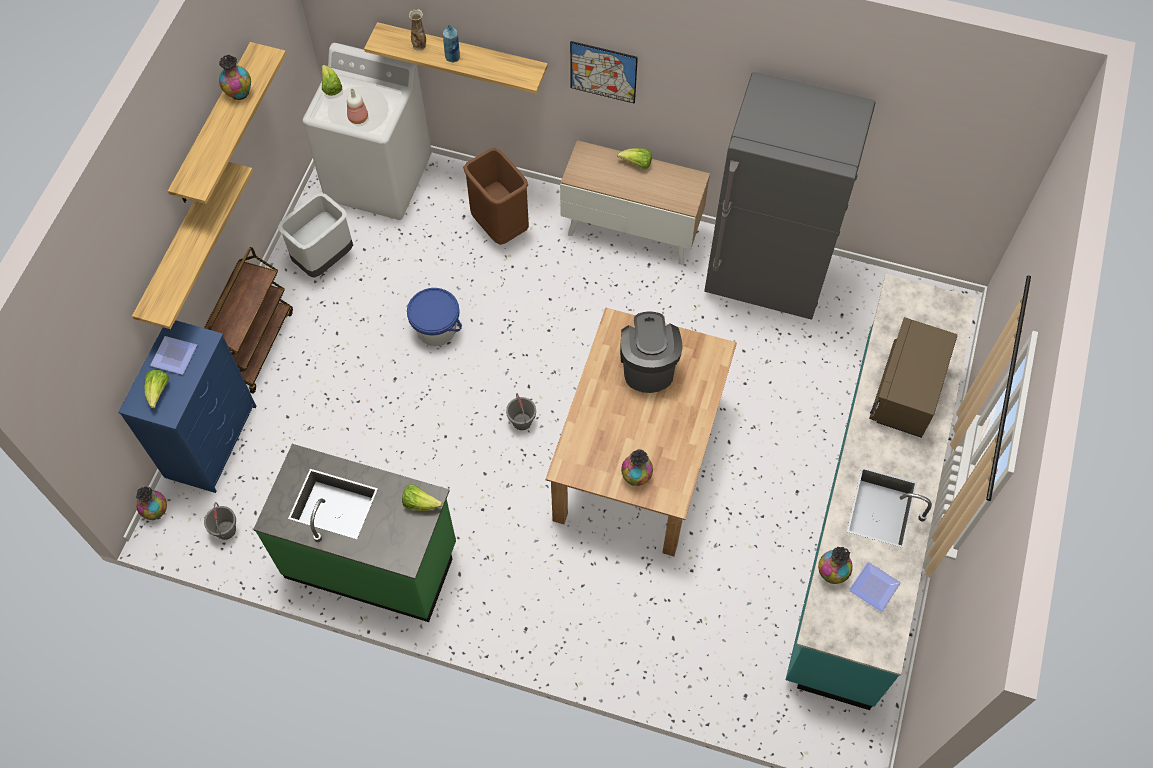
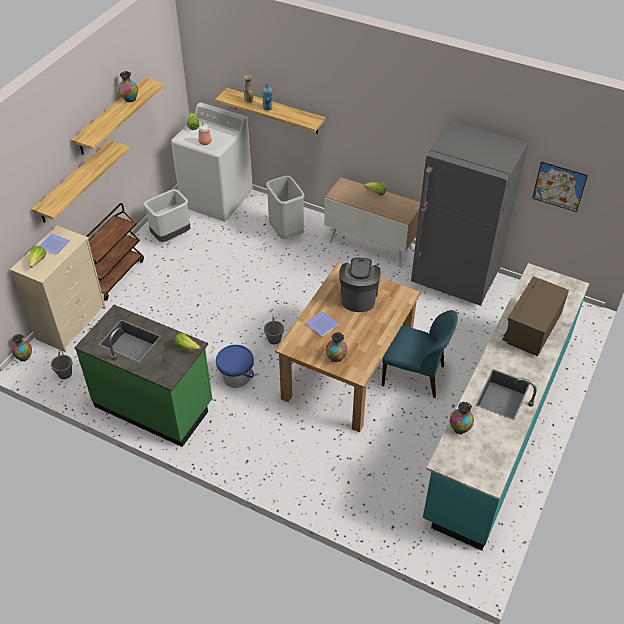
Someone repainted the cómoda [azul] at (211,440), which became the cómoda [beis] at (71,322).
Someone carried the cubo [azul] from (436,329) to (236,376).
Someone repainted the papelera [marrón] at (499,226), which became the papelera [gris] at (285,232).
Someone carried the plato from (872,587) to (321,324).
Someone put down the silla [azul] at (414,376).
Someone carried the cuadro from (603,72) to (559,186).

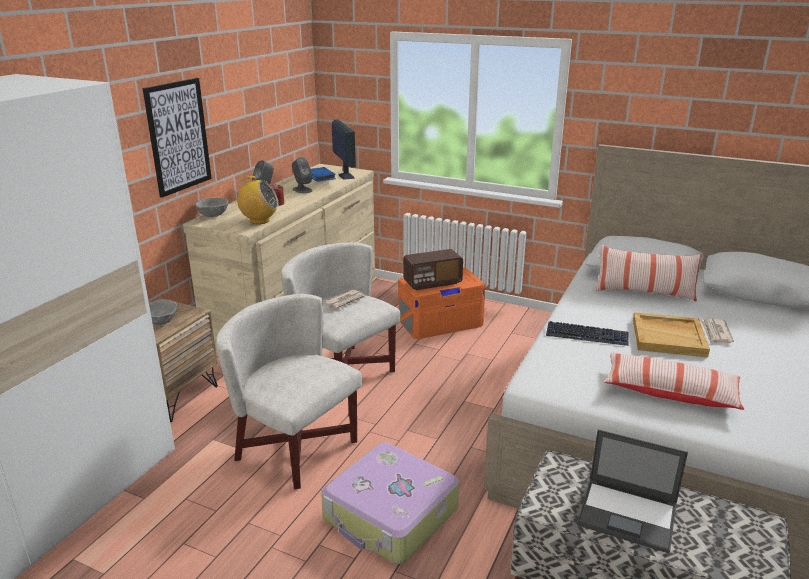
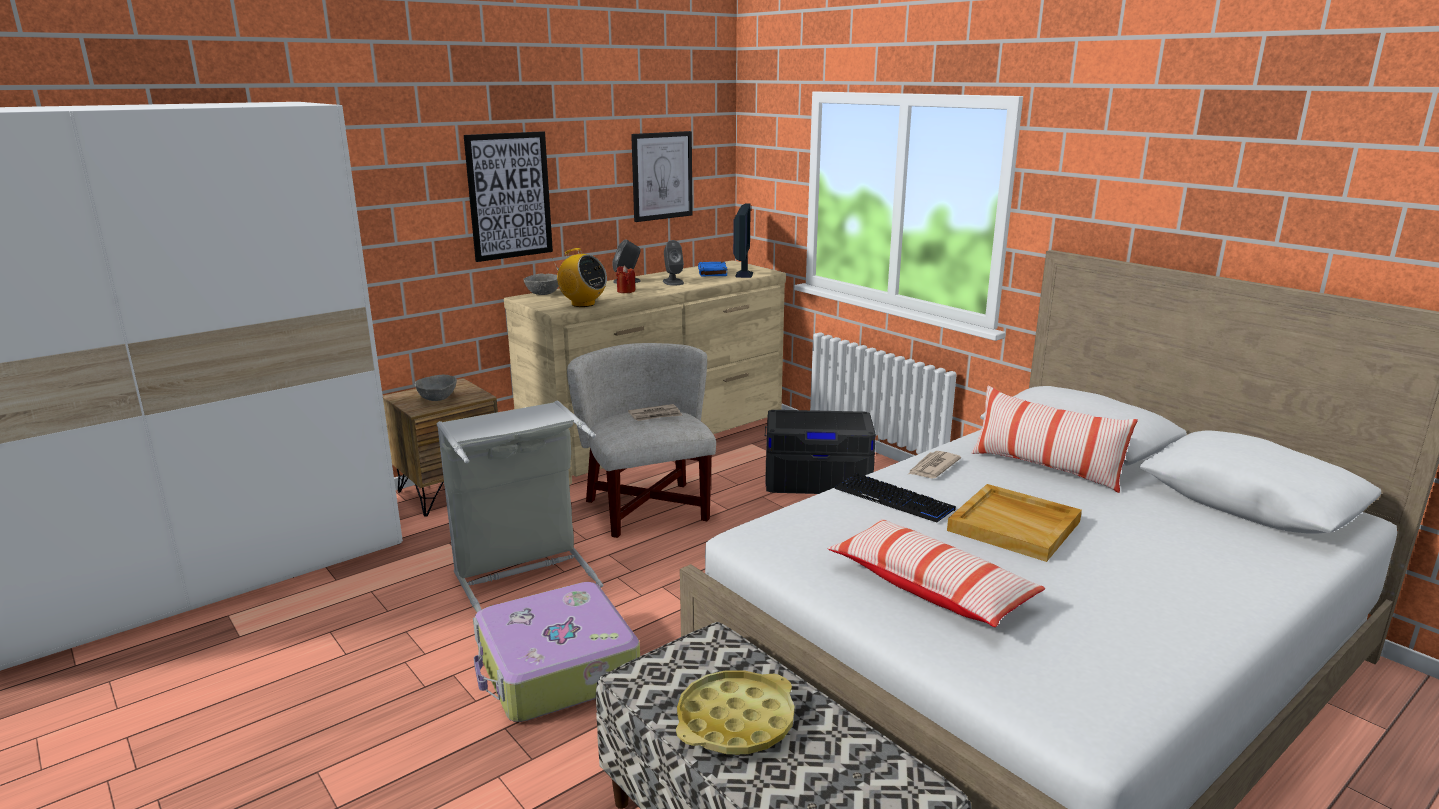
Someone swapped the sillón [blanco] at (297,448) for the cesto de la ropa [gris] at (523,573).
Someone put up the cuadro at (662,176).
Someone swapped the portátil at (628,515) for the bandeja [amarillo] at (735,721).
Someone repainted the caja de almacenaje [naranja] at (440,322), which became the caja de almacenaje [gris] at (817,480).
Someone carried the periódico from (716,333) to (932,467).
Someone took away the radio at (432,283).

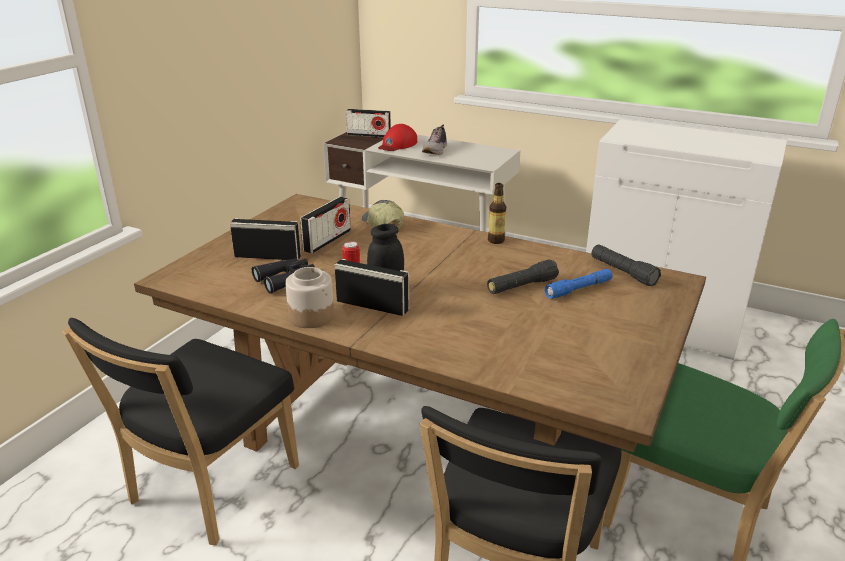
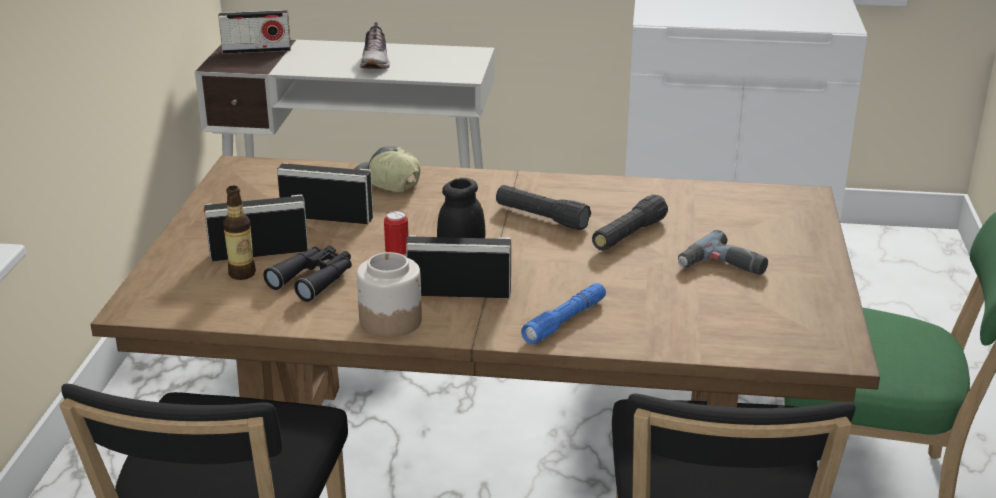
Someone carried the botella from (496,240) to (242,274).
Someone rotated the radio at (327,240) by 90 degrees counterclockwise.
Someone carried the linterna [negro] from (623,272) to (541,218).
Someone carried the linterna [azul] from (579,289) to (565,321).
Someone put down the taladro at (722,267).
Someone took away the gorra [rojo] at (397,144).

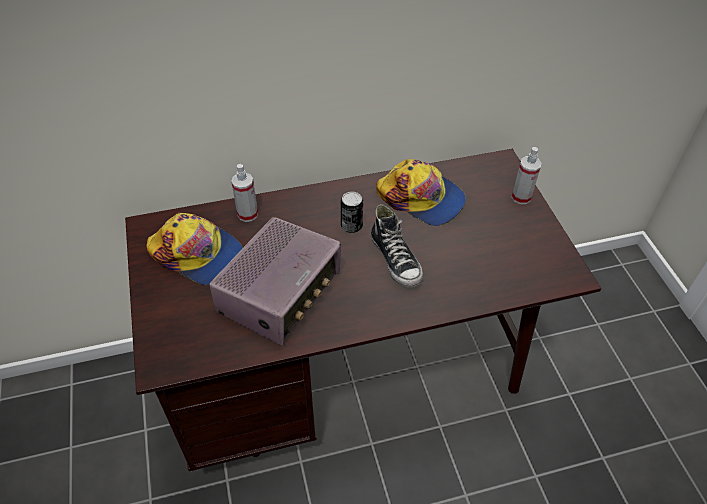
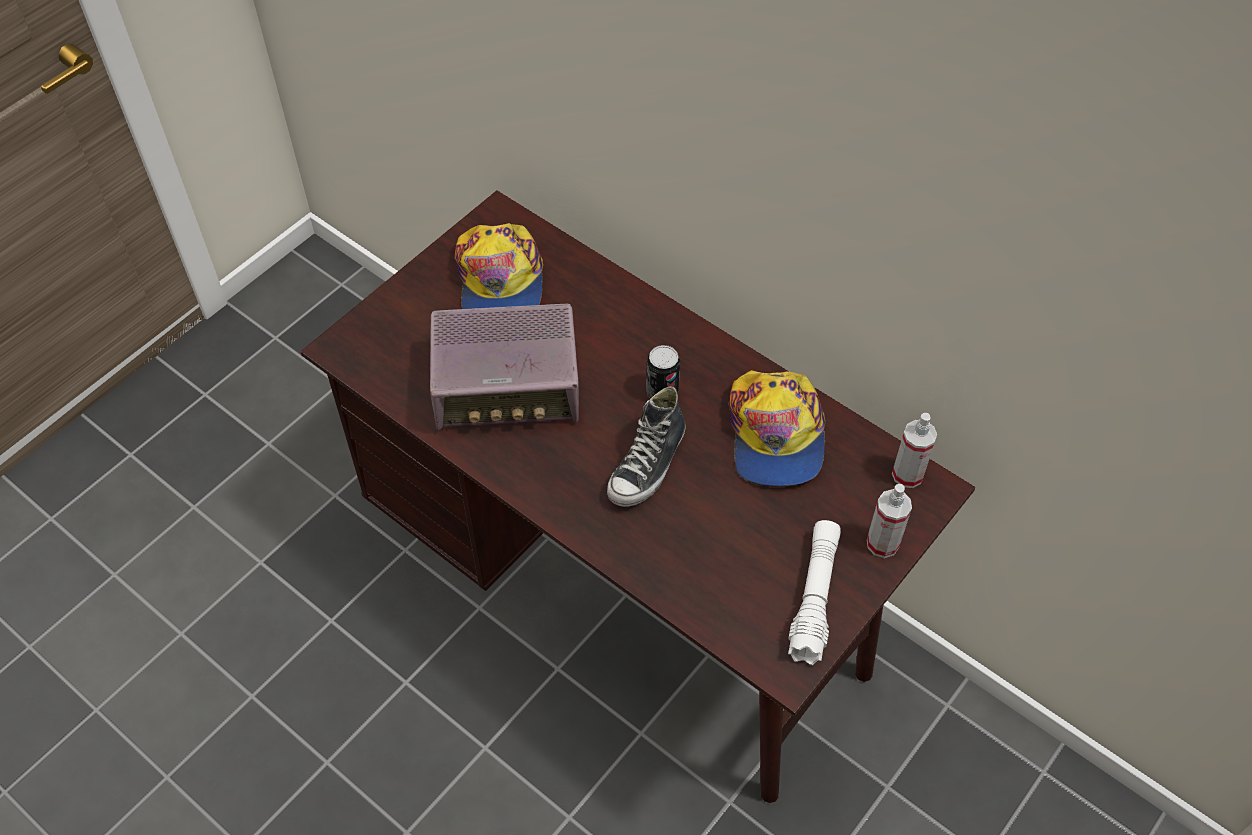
Someone put down the linterna [blanco] at (814,597).
Someone carried the pulverizador from (247,214) to (907,475).

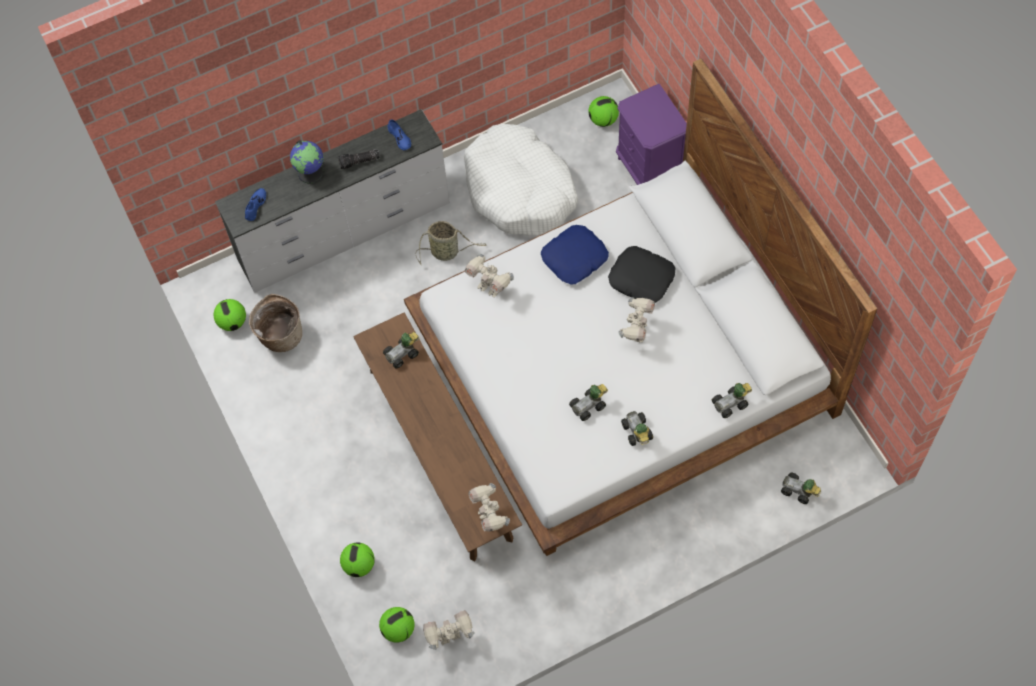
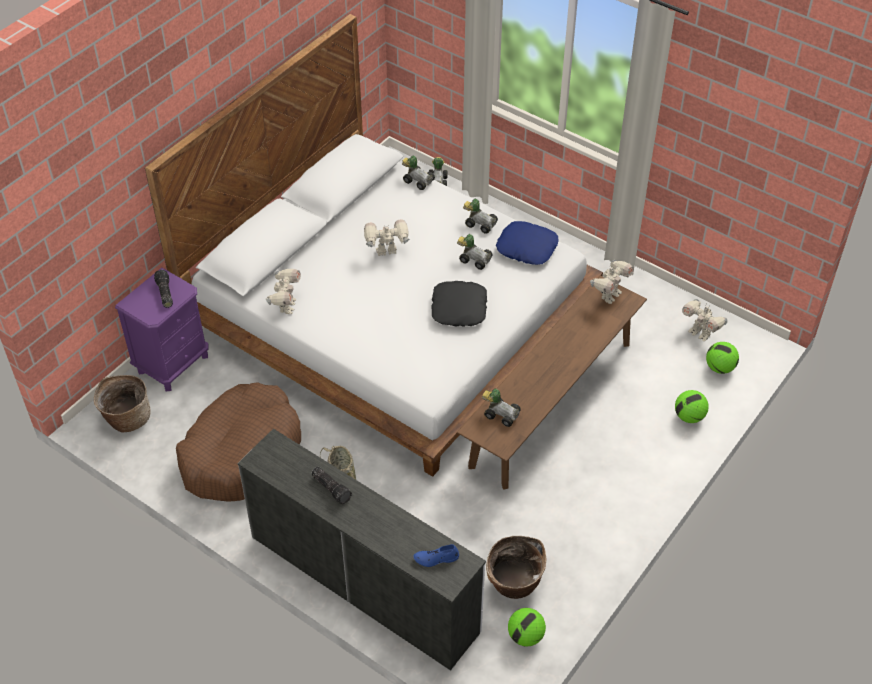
Someone swapped the balón de fútbol at (603,119) for the cesta at (126,418).
Someone put down the linterna at (164,293).
Someone repainted the cama para perro [blanco] at (520,190), which became the cama para perro [marrón] at (242,453).
Someone carried the robot de juguete from (490,287) to (286,306).
Someone carried the cojín [negro] from (641,278) to (458,308).
Someone rotated the coche de juguete at (636,433) by 105 degrees counterclockwise.
Someone carried the cojín [azul] from (575,258) to (527,247).
Someone took away the globo terráqueo at (311,172).
Someone took away the zapato [azul] at (400,138).

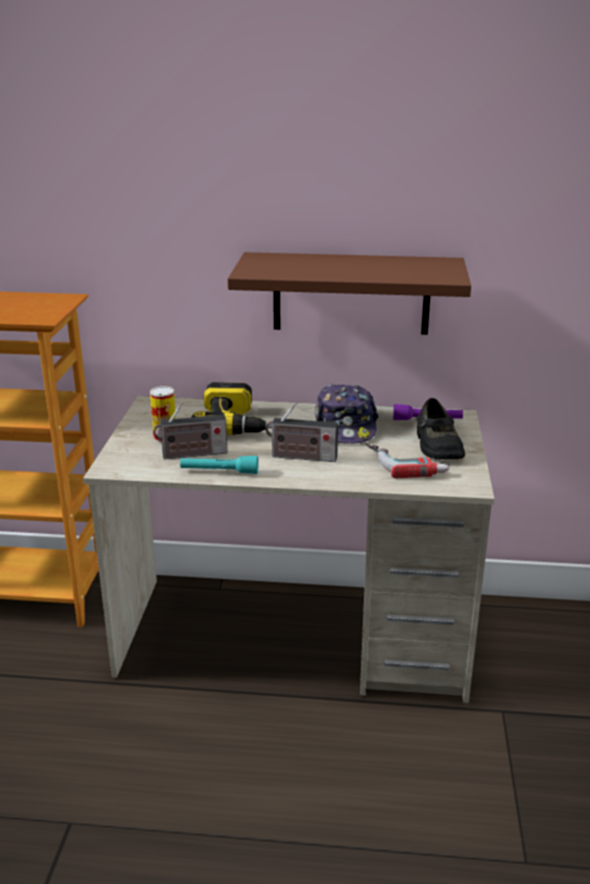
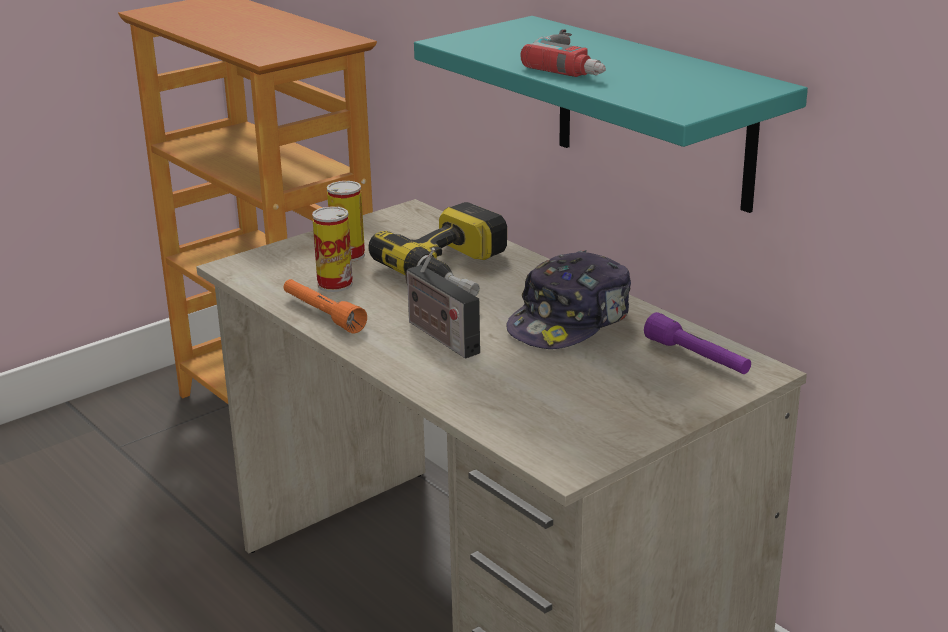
Someone repainted the linterna [turquesa] at (219,472), which became the linterna [naranja] at (322,314).
Someone swapped the radio at (191,454) for the lata at (335,284).
Someone repainted the estante [marrón] at (351,293), which became the estante [turquesa] at (653,113).
Someone carried the taladro from (406,463) to (580,61).
Someone took away the zapato [negro] at (437,446).

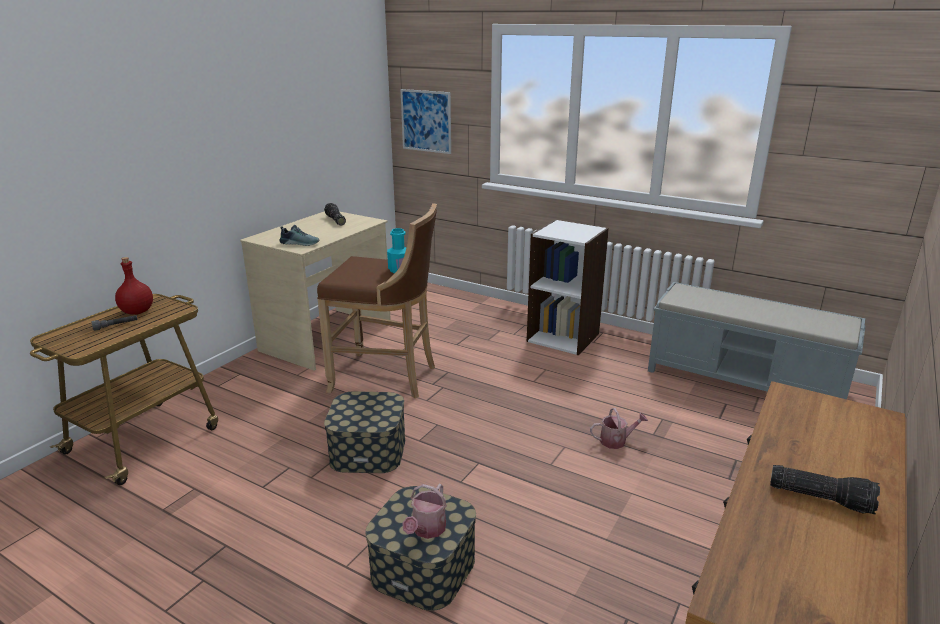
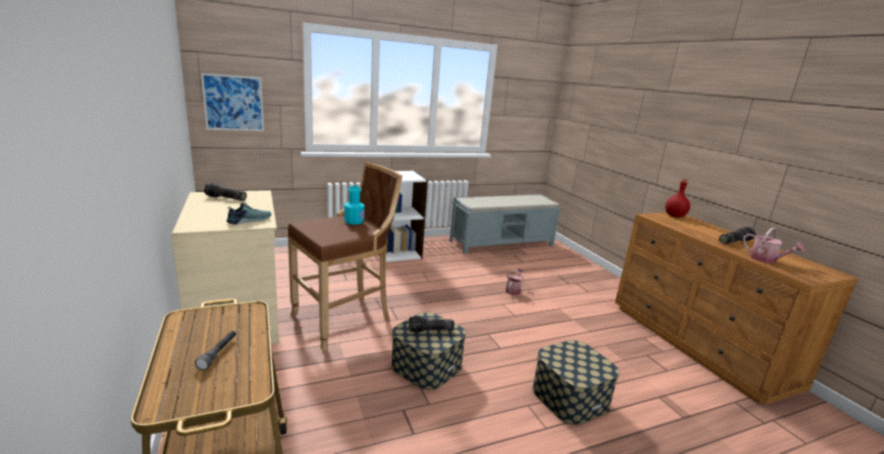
Someone put down the linterna at (430,331).
Someone carried the botella [rojo] from (137,312) to (674,216).
Someone carried the regadera from (426,530) to (766,260).

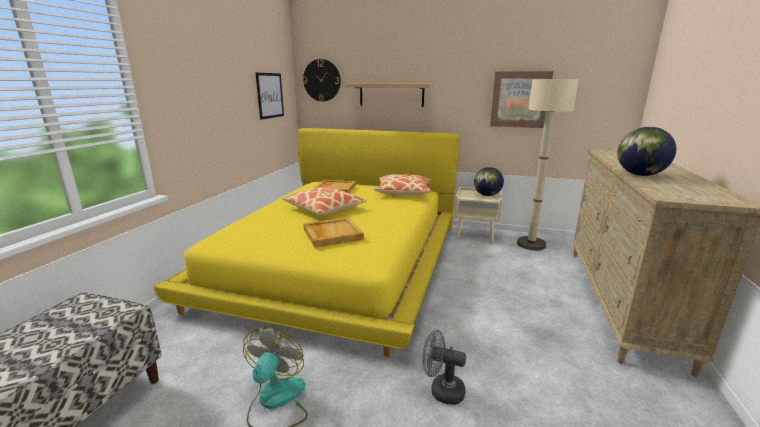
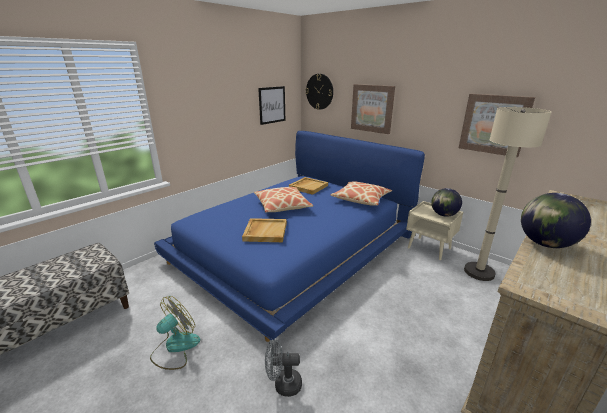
Someone repainted the cama [amarillo] at (340,260), which became the cama [azul] at (294,247).
Someone rotated the ventilador [gris] at (441,390) by 45 degrees counterclockwise.
Someone swapped the estante at (391,94) for the cuadro at (372,108).

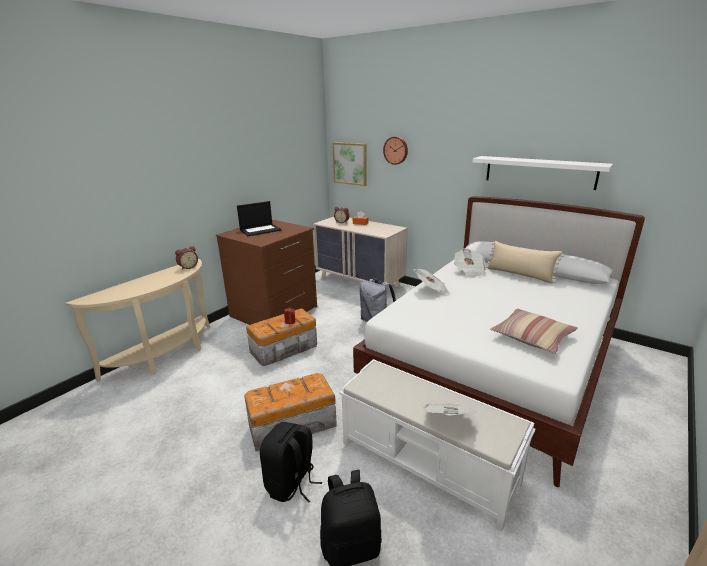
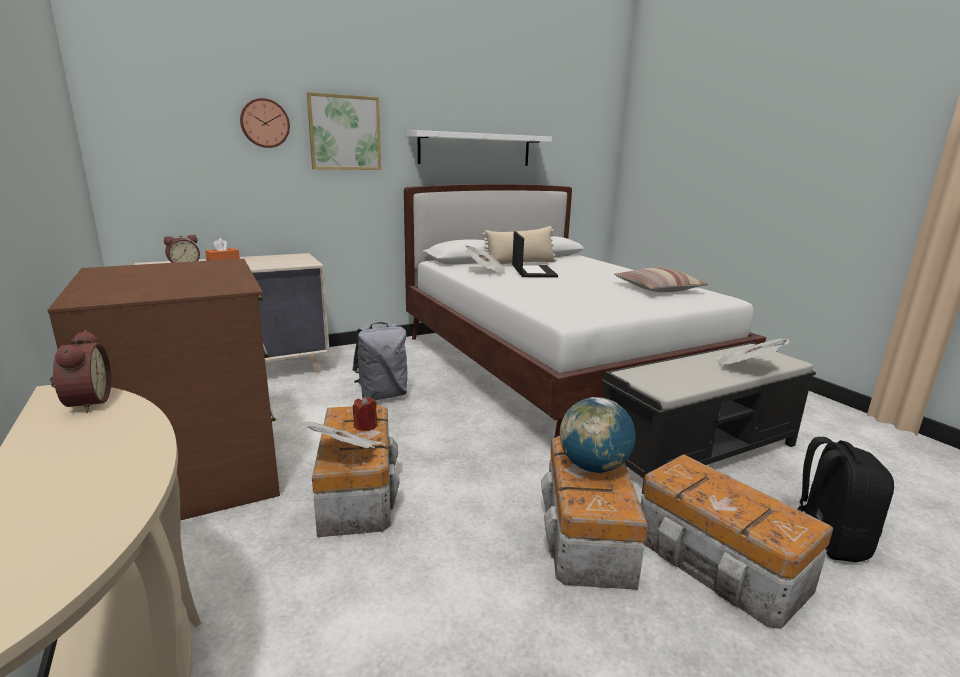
Someone carried the periódico from (431,290) to (344,453).
Someone carried the cuadro from (350,163) to (345,133).
Someone carried the portátil from (260,230) to (533,271).
Someone put down the globo terráqueo at (593,467).
Someone repainted the banco [blanco] at (428,463), which became the banco [negro] at (699,451).
Someone swapped the mochila [negro] at (291,484) for the caja de almacenaje at (719,565).

